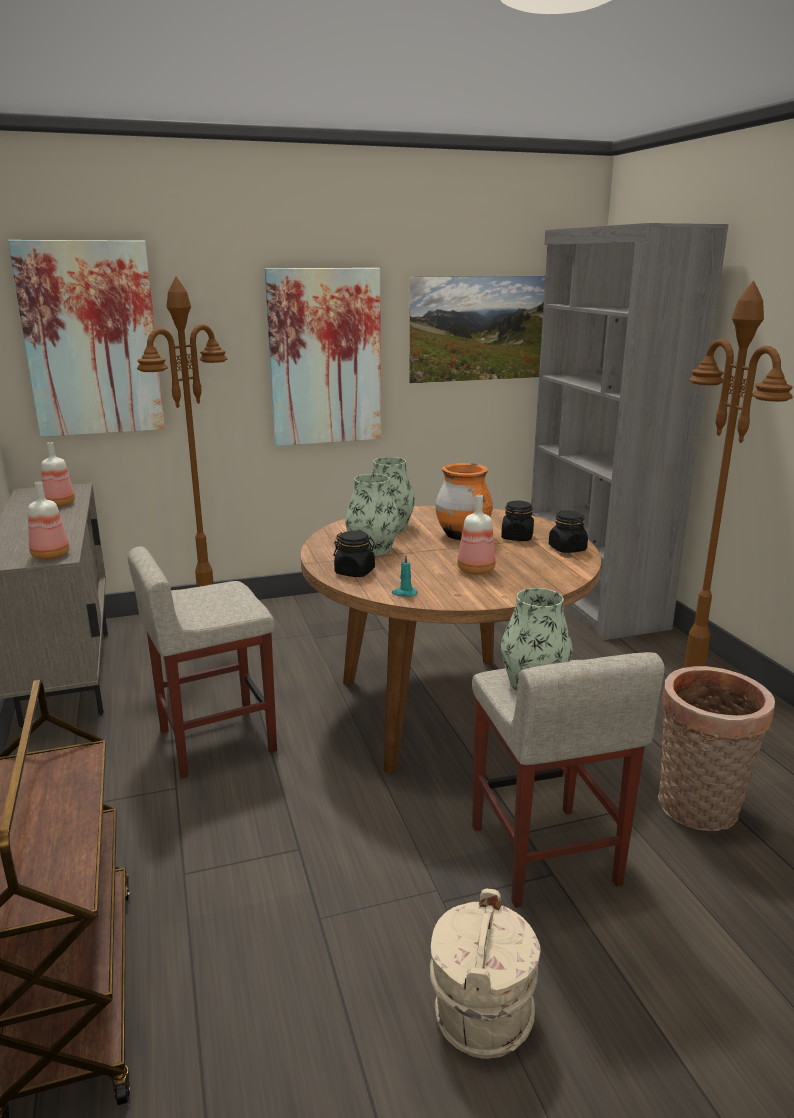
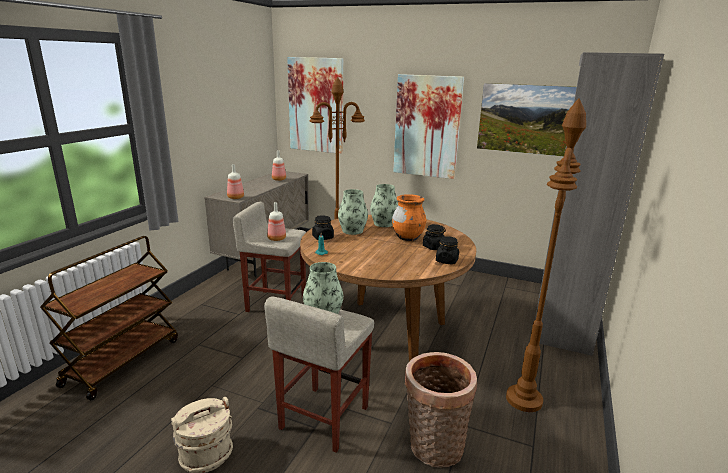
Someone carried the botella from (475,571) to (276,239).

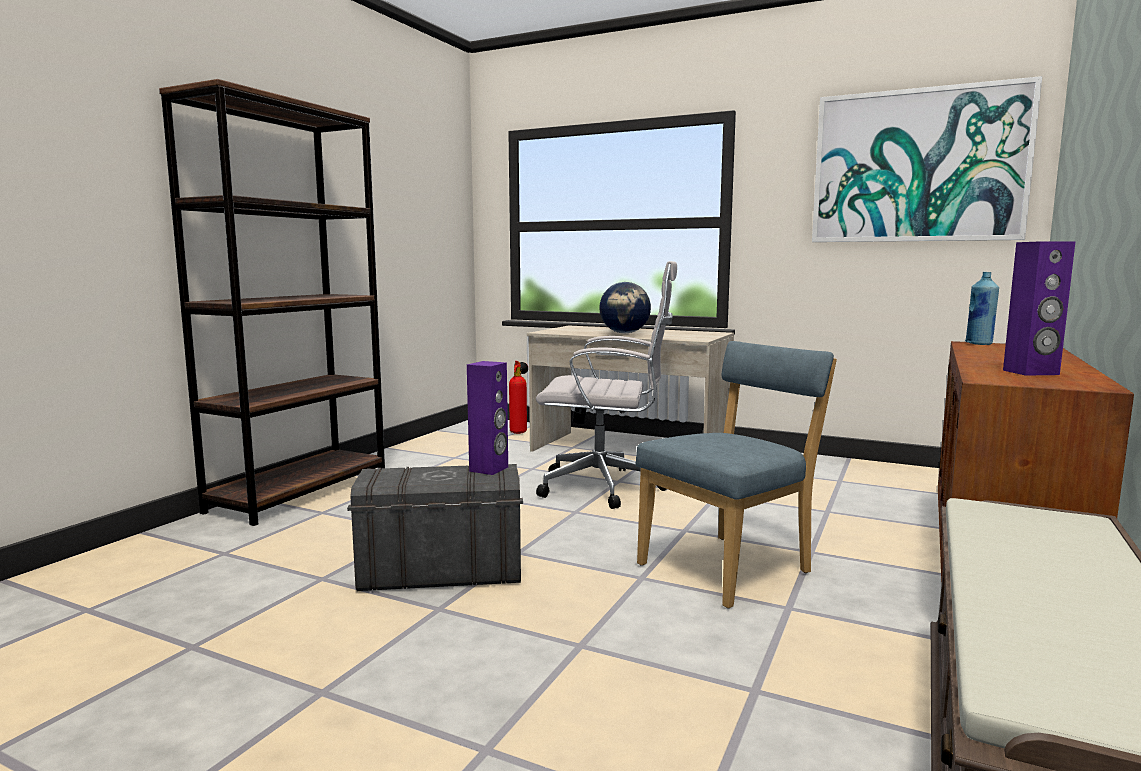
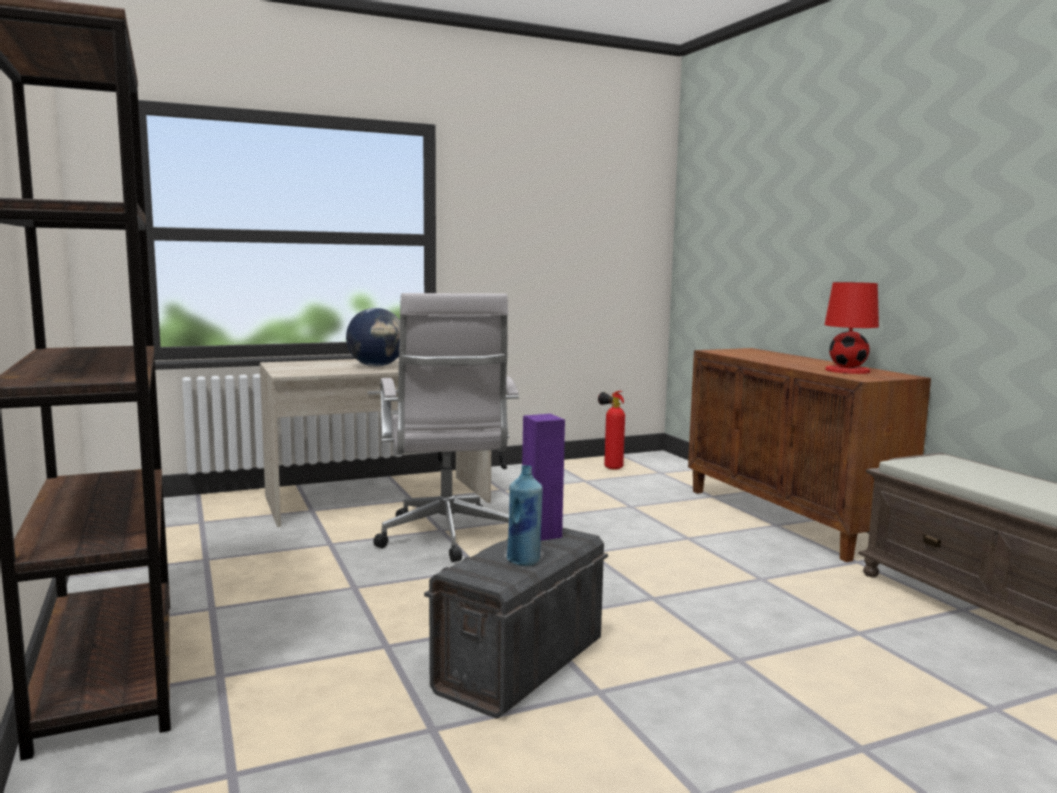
Someone rotated the silla de oficina [blanco] at (606,487) by 120 degrees clockwise.
Someone carried the botella [azul] from (979,344) to (524,561).
Someone carried the extintor from (519,432) to (610,467).
Someone swapped the altavoz [morado] at (1031,372) for the lámpara de mesa [rojo] at (847,370).
Someone took away the silla [azul] at (730,567).
Someone took away the cuadro at (918,166).

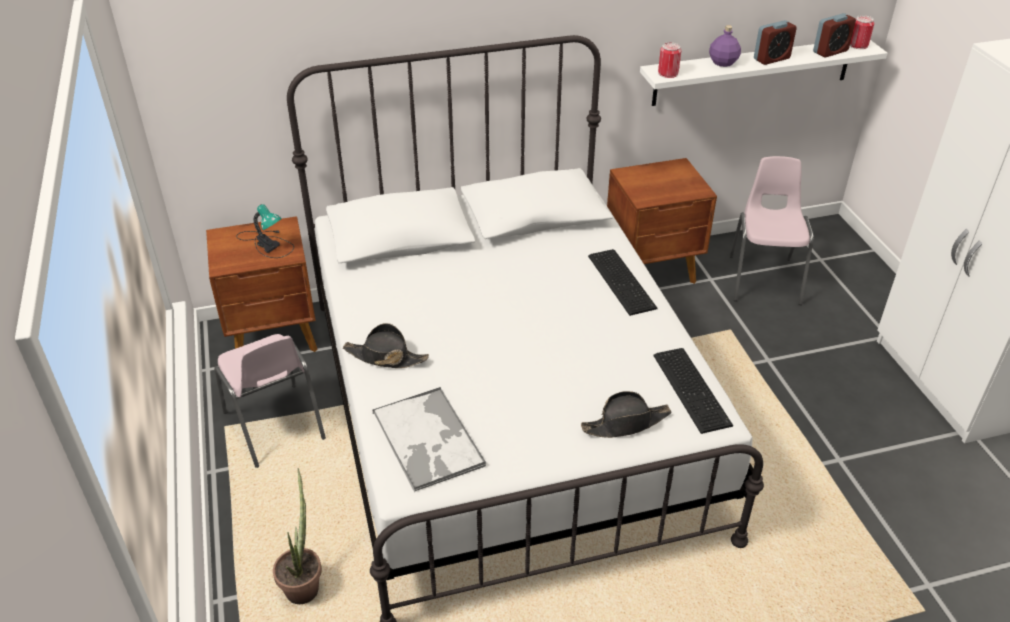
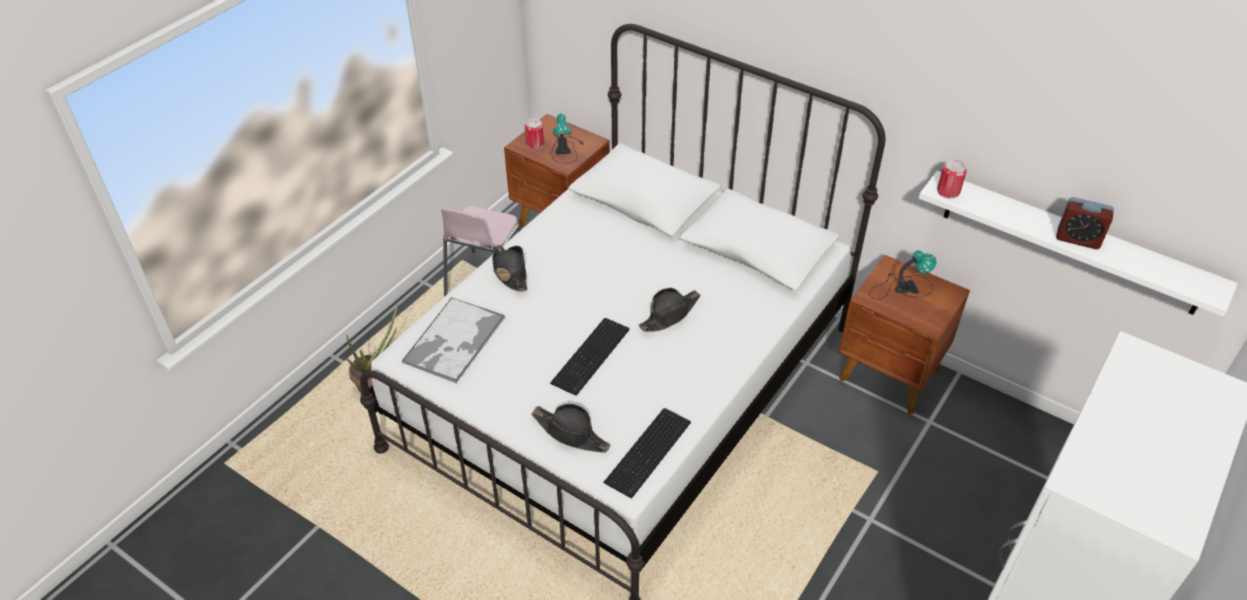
Someone carried the lata from (858,45) to (535,144).
Someone carried the teclado from (622,280) to (593,356).
Someone put down the sombrero [negro] at (670,314).
Someone put down the lámpara de mesa at (902,287).
Someone took away the botella [morado] at (723,63).
Someone took away the silla [rosa] at (764,279).
Someone took away the despertador at (830,51).

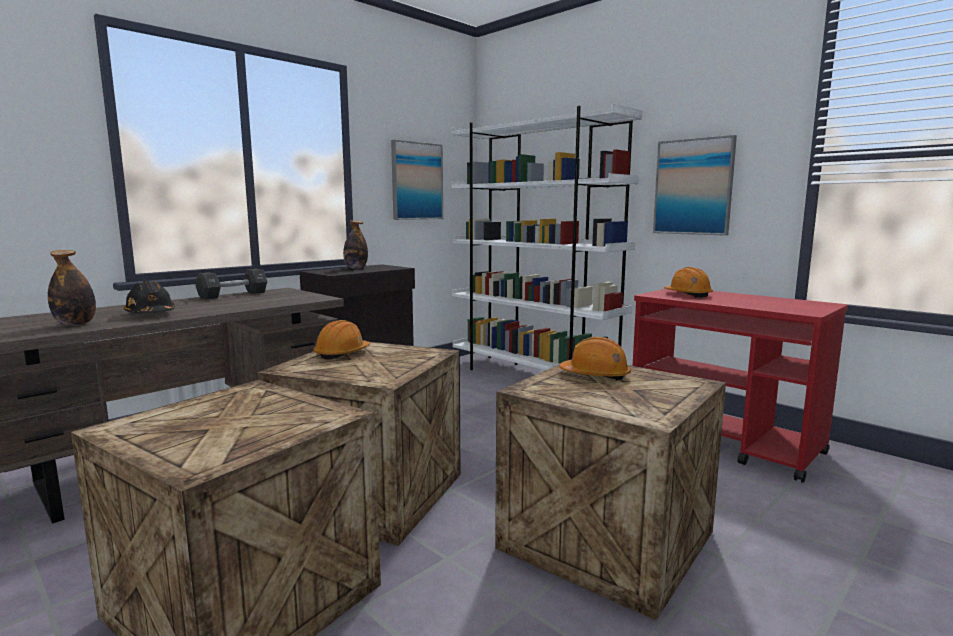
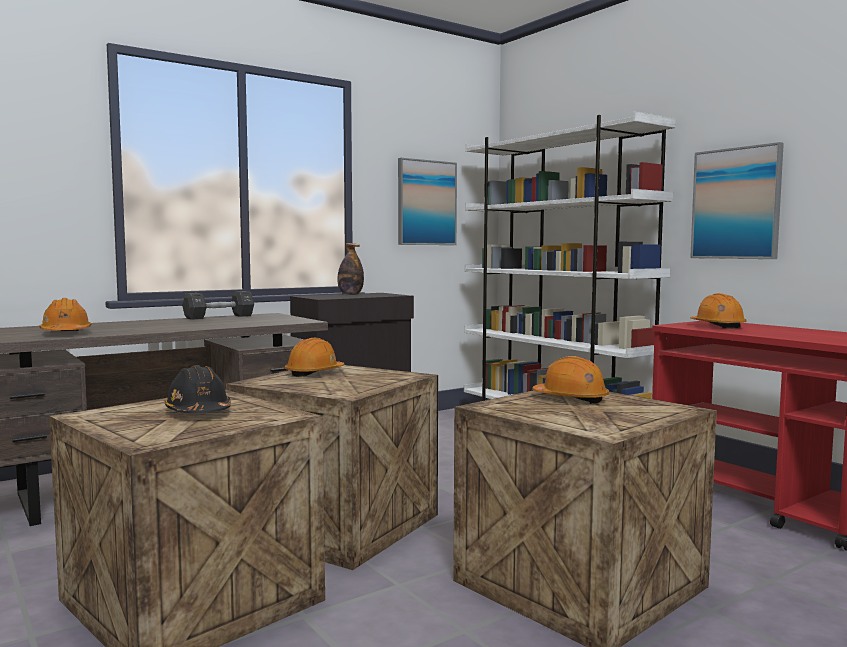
Someone swapped the botella at (75,324) for the casco [naranja] at (66,333).
Someone carried the casco [negro] from (150,314) to (198,412).

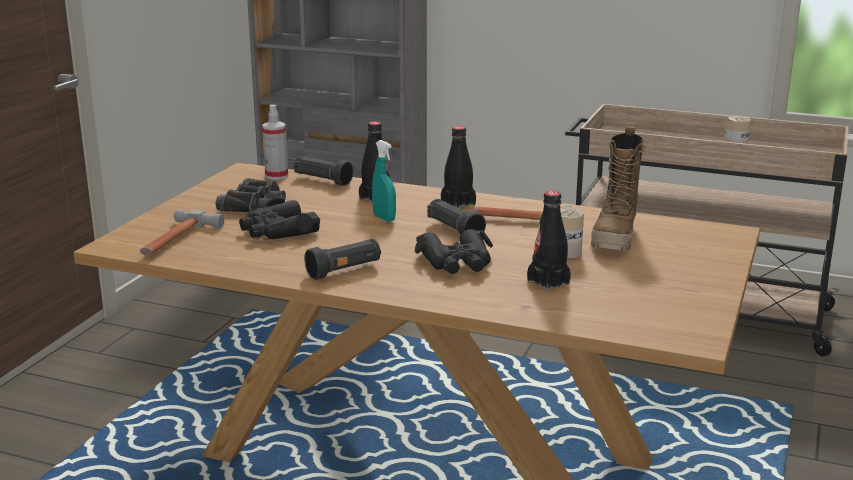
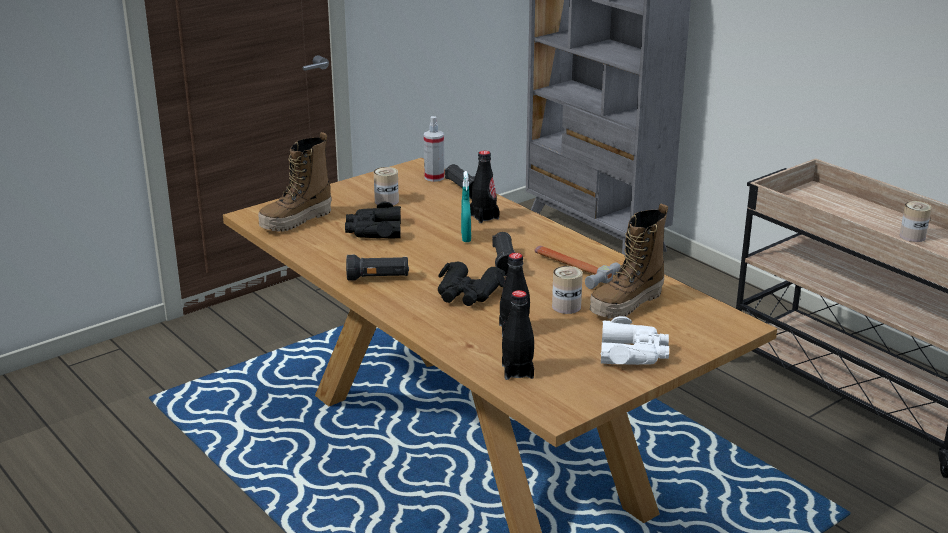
Someone swapped the martillo at (176,240) for the bota at (296,221).
Someone swapped the prismáticos [negro] at (254,204) for the lata at (386,201).
Someone carried the botella [negro] from (458,203) to (517,371).
Someone put down the prismáticos [blanco] at (633,353).

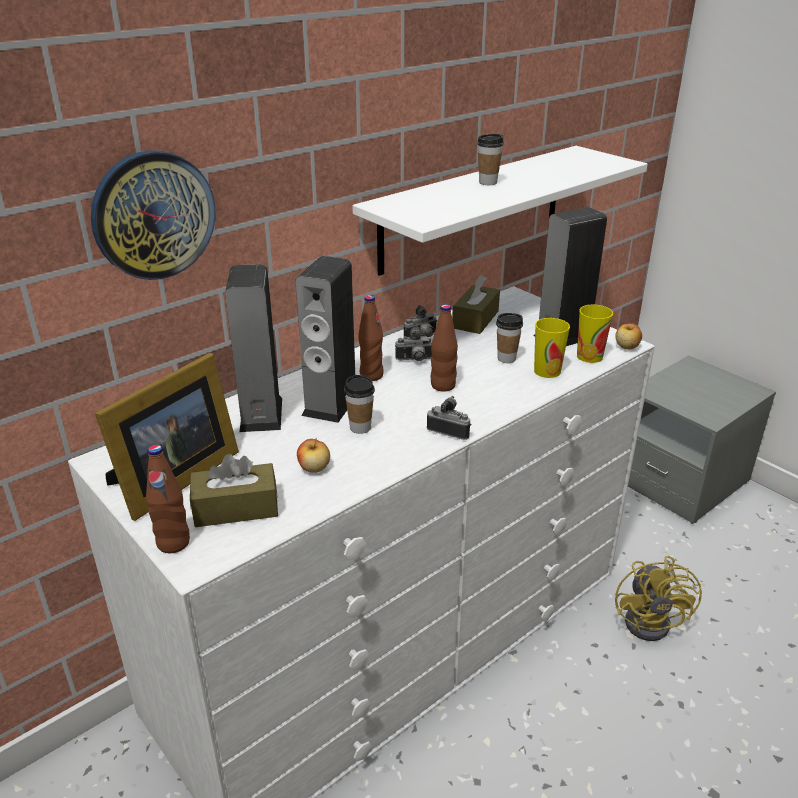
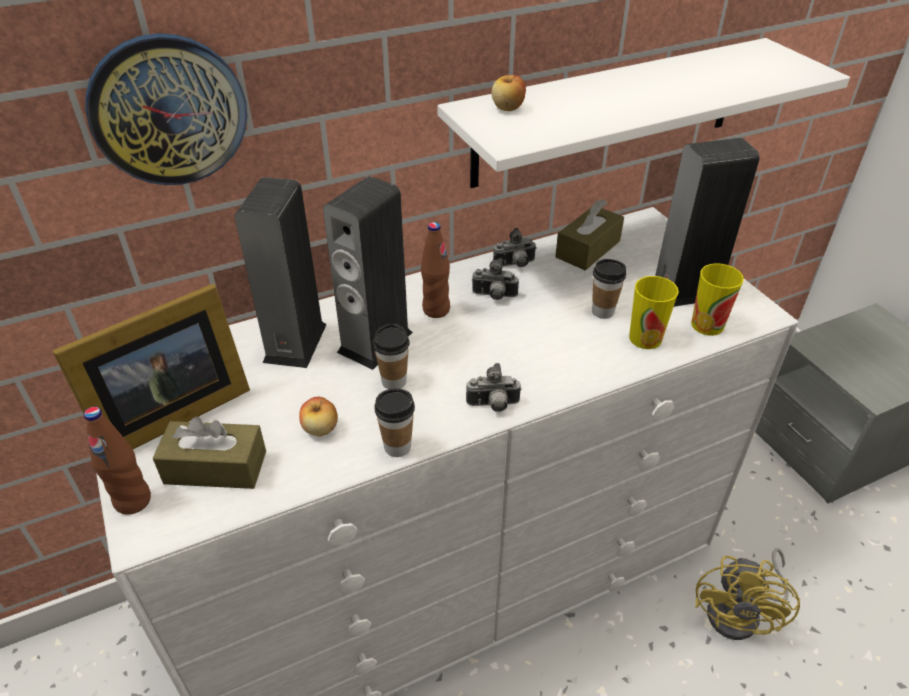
Someone carried the taza from (488,182) to (397,447).
Someone rotated the cámara at (449,431) by 135 degrees clockwise.
Someone carried the manzana from (627,347) to (508,108).
Someone took away the botella [marrón] at (443,386).

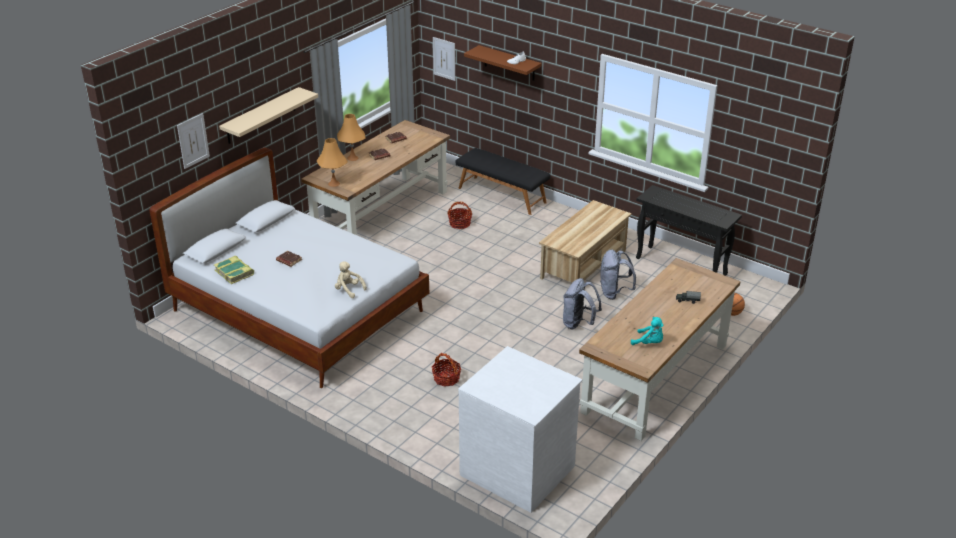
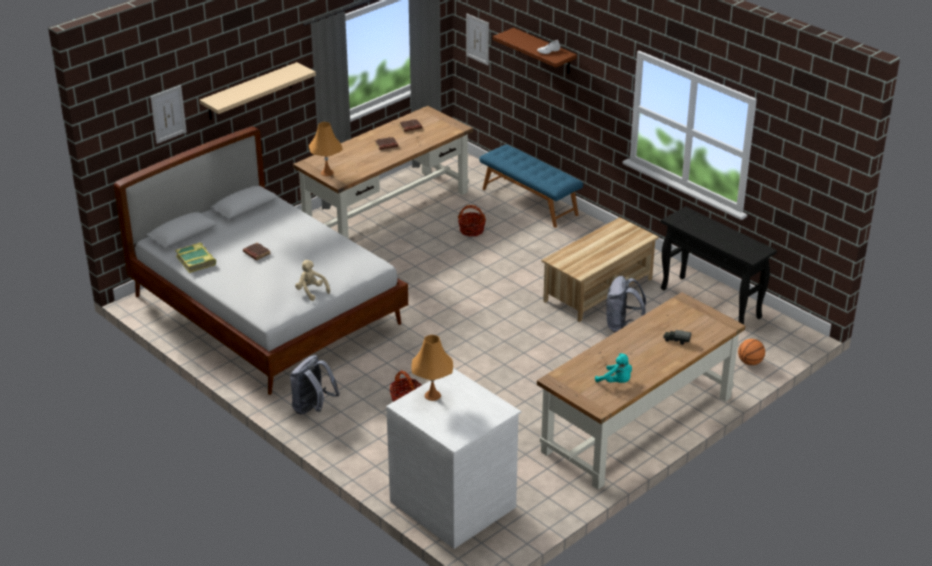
Someone carried the mochila [gris] from (578,324) to (313,408).
Someone carried the lámpara de mesa [naranja] from (352,158) to (432,395).
Someone repainted the banco [negro] at (502,195), which became the banco [azul] at (530,201).

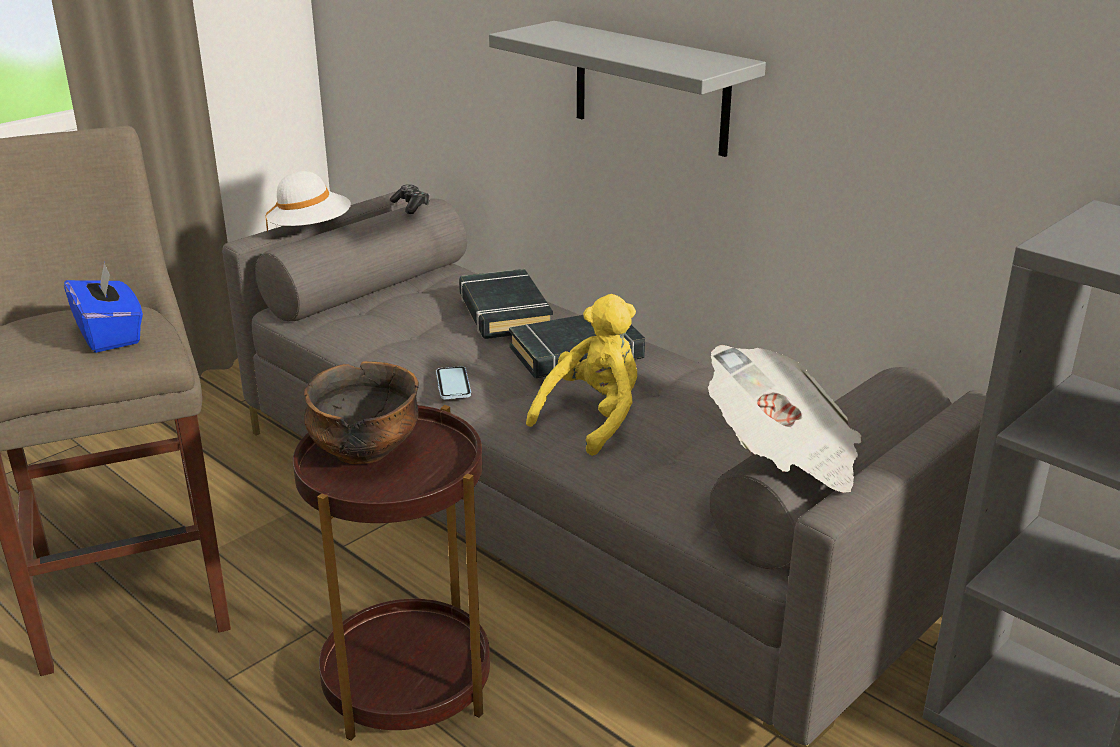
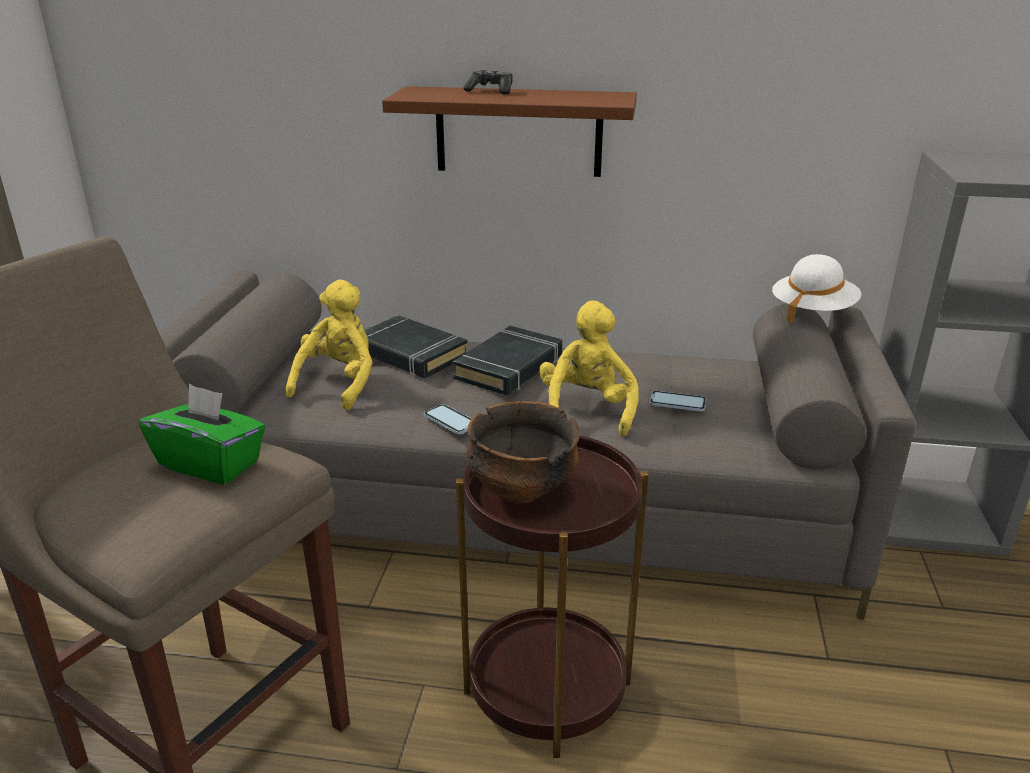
Someone repainted the caja de pañuelos [azul] at (110,335), which became the caja de pañuelos [verde] at (211,463).
Someone put down the peluche [amarillo] at (339,383).
Someone repainted the estante [gris] at (650,88), which became the estante [marrón] at (518,131).
Someone carried the mando de consola from (411,206) to (490,91).
Someone put down the móvil at (677,403).
Someone carried the sombrero [blanco] from (310,230) to (812,311).
Someone took away the periódico at (783,455).

